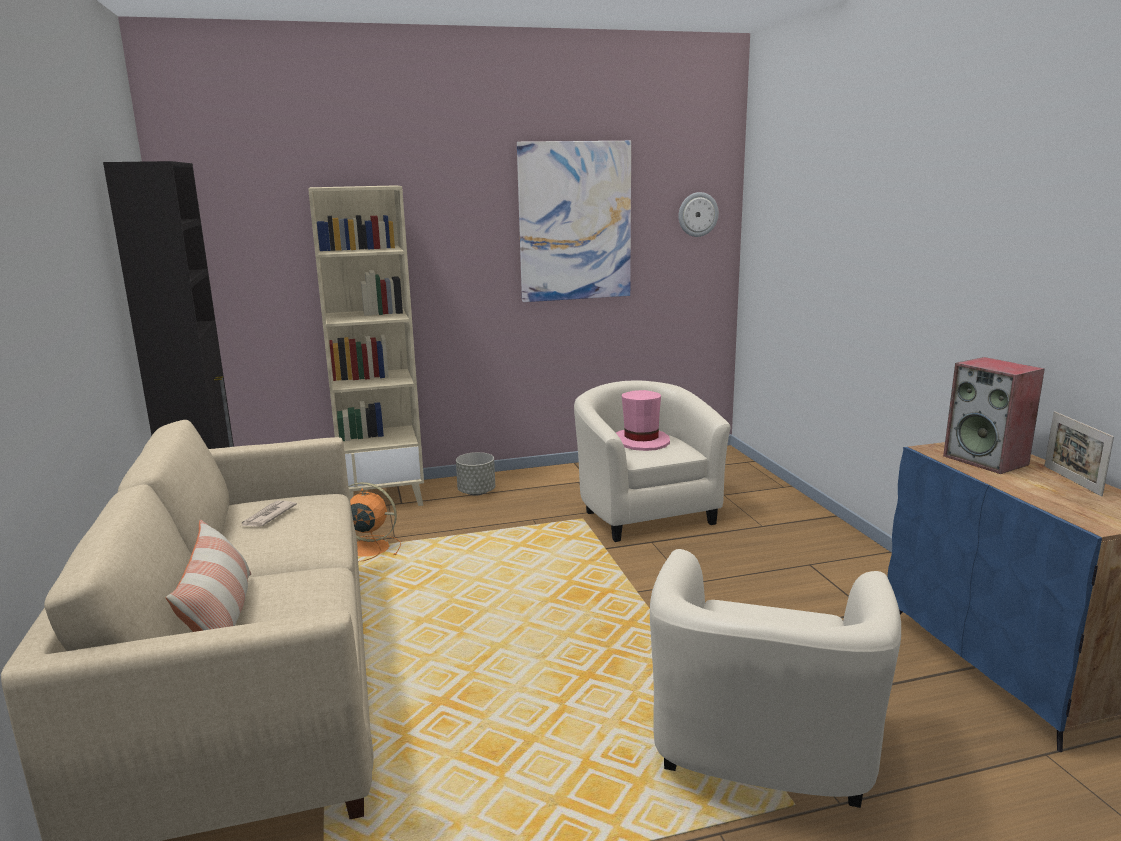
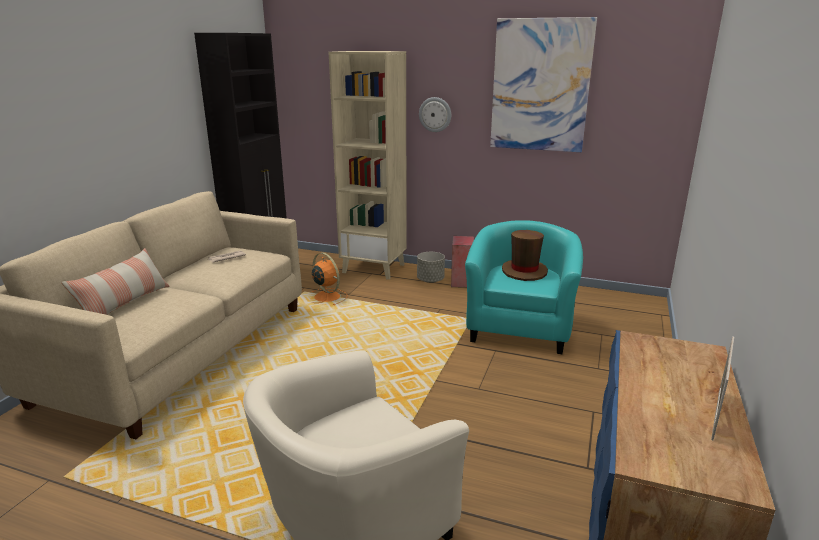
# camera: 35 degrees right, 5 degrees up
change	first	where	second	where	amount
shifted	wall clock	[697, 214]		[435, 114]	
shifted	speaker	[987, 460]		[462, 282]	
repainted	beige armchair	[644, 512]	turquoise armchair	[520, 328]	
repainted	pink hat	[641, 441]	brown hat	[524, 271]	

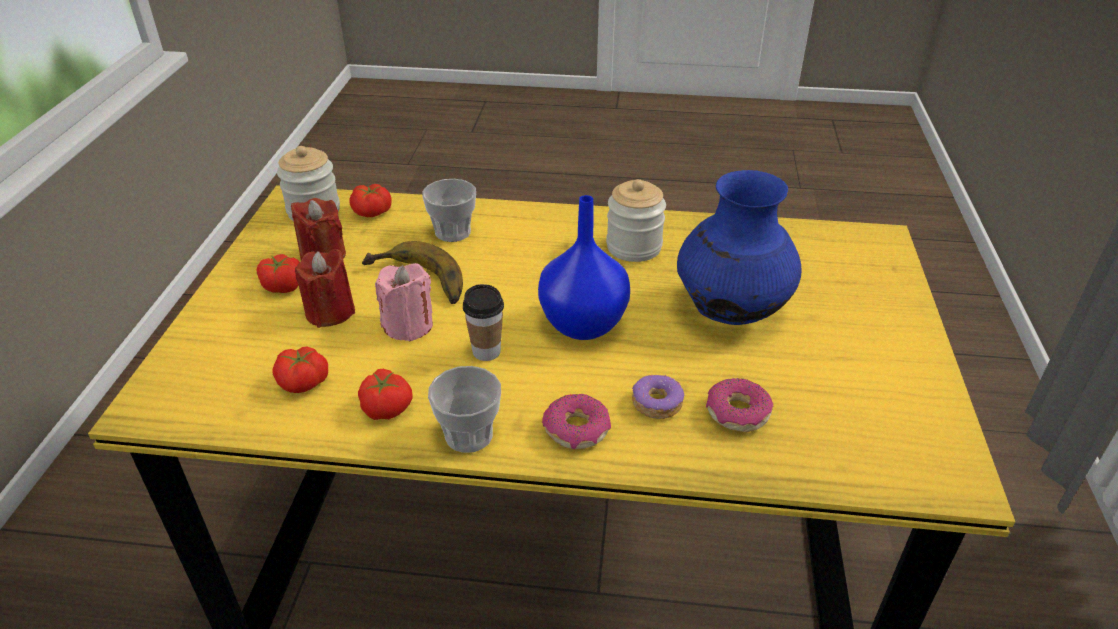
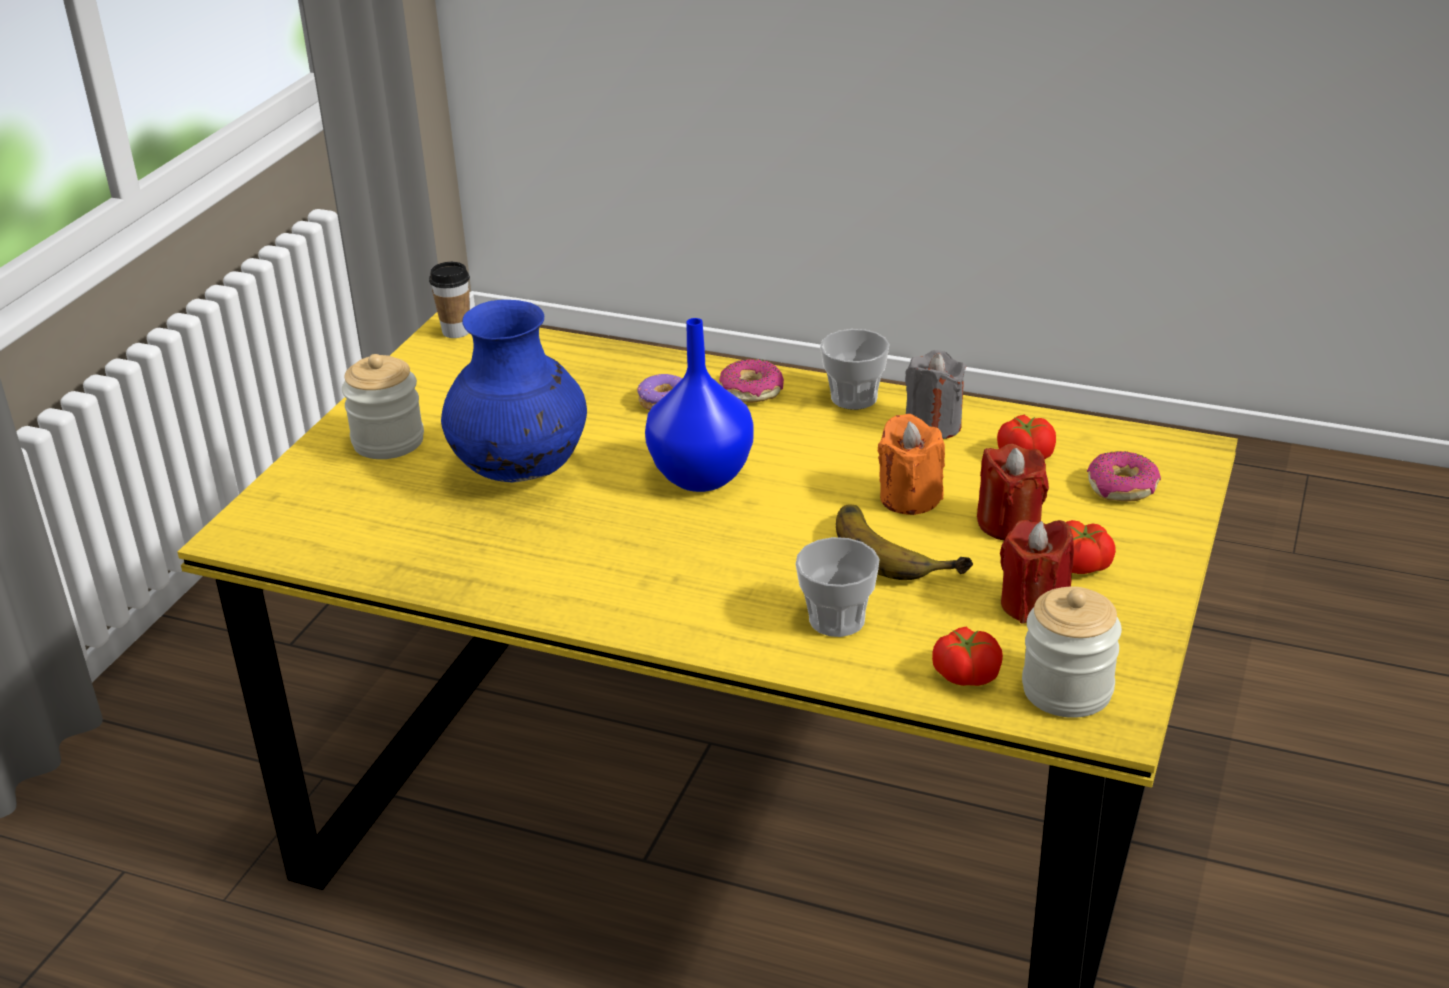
# camera: 165 degrees left, 5 degrees down
change	first	where	second	where	amount
shifted	jar	[634, 247]		[388, 441]	
shifted	cup	[486, 351]		[456, 331]	
repainted	pink candle	[408, 325]	orange candle	[909, 498]	
swapped	tomato	[387, 407]	grey candle	[933, 425]	
shifted	donut	[737, 413]		[1122, 487]	

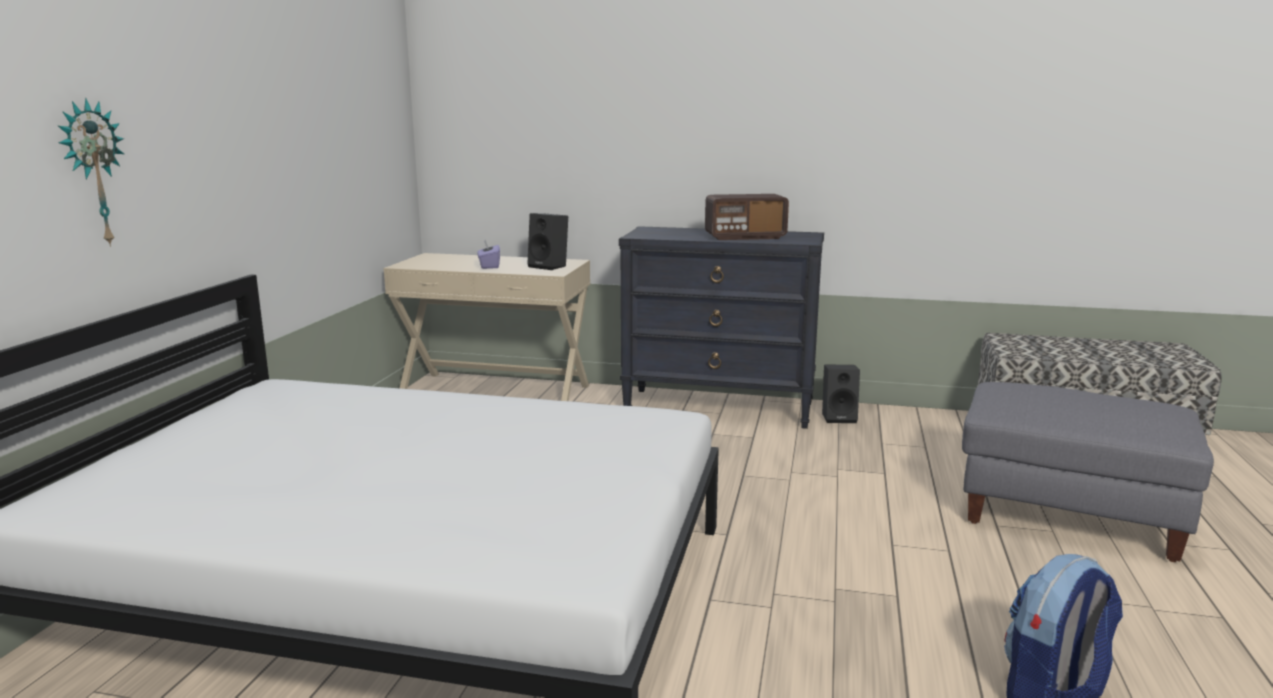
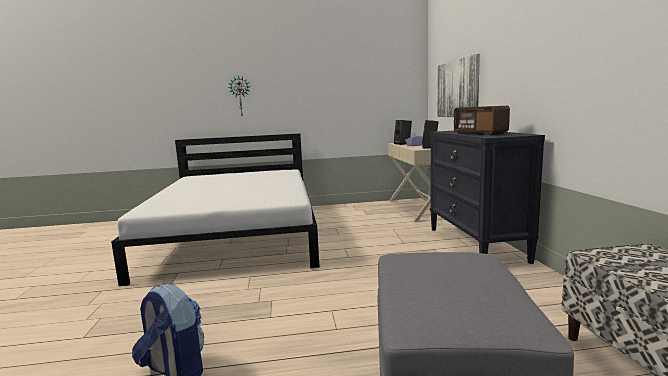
# camera: 70 degrees right, 5 degrees down
change	first	where	second	where	amount
shifted	black speaker	[839, 417]		[403, 144]	
new			picture	[457, 89]	

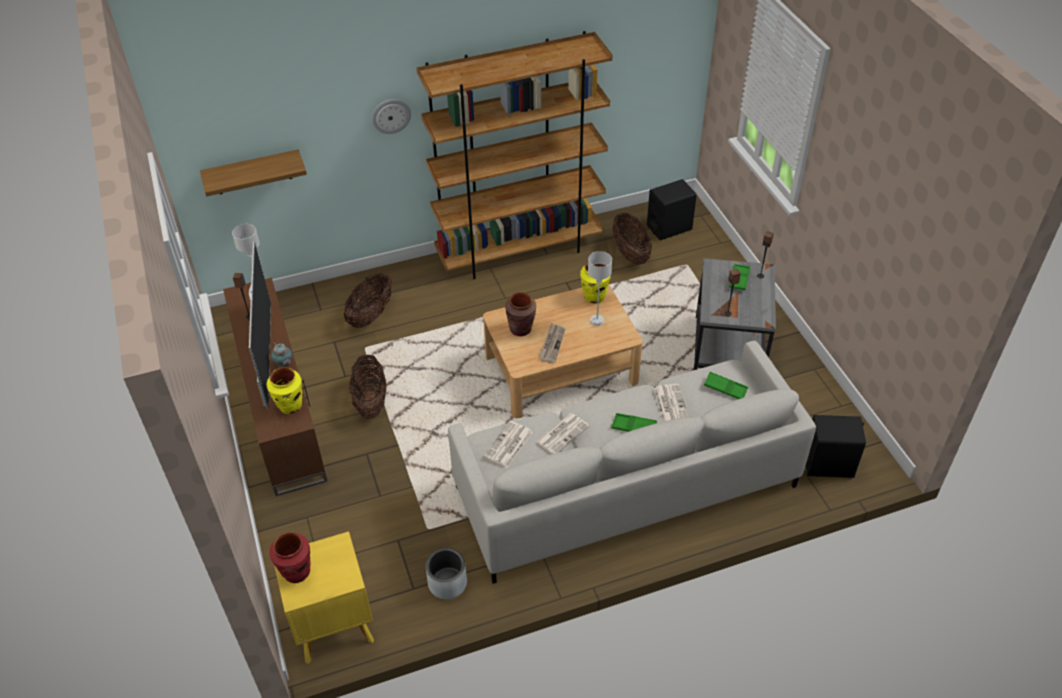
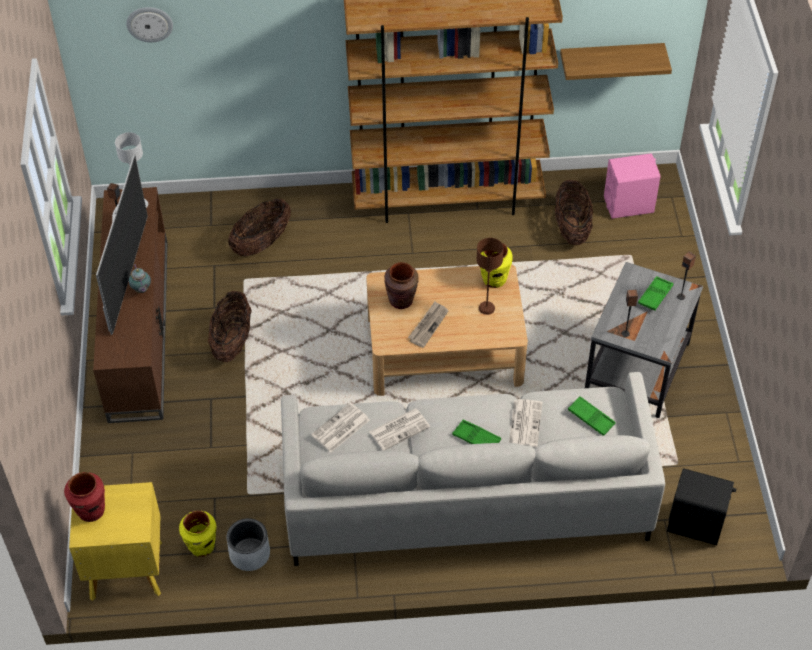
# camera: 15 degrees right, 5 degrees up
change	first	where	second	where	amount
shifted	wall clock	[391, 115]		[149, 23]	
shifted	yellow vase	[290, 406]		[201, 546]	
repainted	grey table lamp	[596, 320]	brown table lamp	[486, 308]	
shifted	shelf	[253, 172]		[610, 59]	
repainted	black speaker	[669, 227]	pink speaker	[629, 205]	

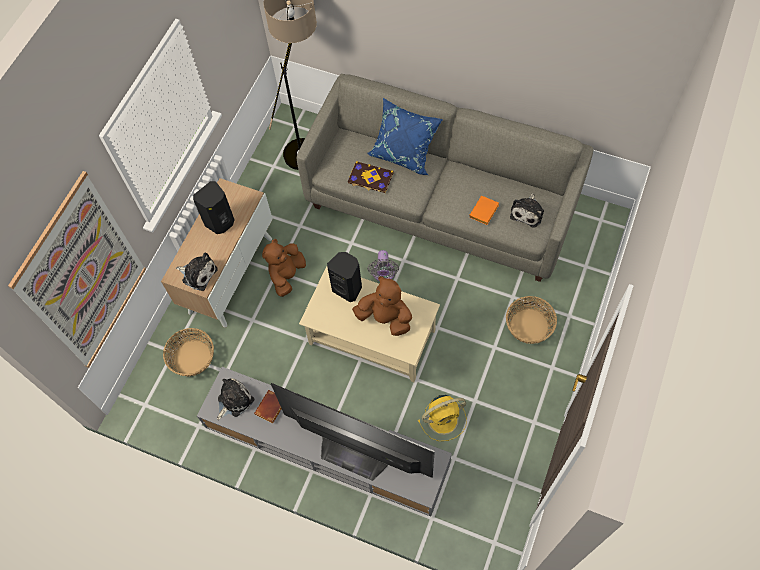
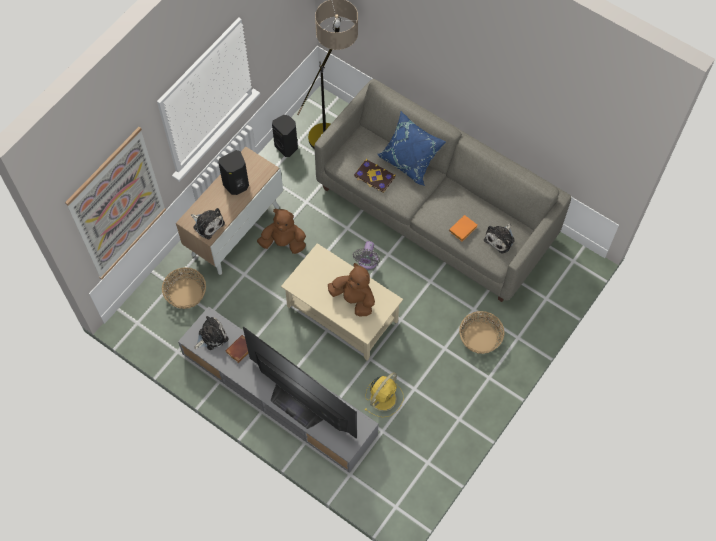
# camera: 10 degrees right, 0 degrees up
change	first	where	second	where	amount
rotated	brown plush toy	[287, 275]		[283, 243]	60 degrees clockwise
shifted	black speaker	[348, 288]		[287, 147]	
rotated	yellow fan	[444, 419]		[384, 397]	45 degrees counterclockwise

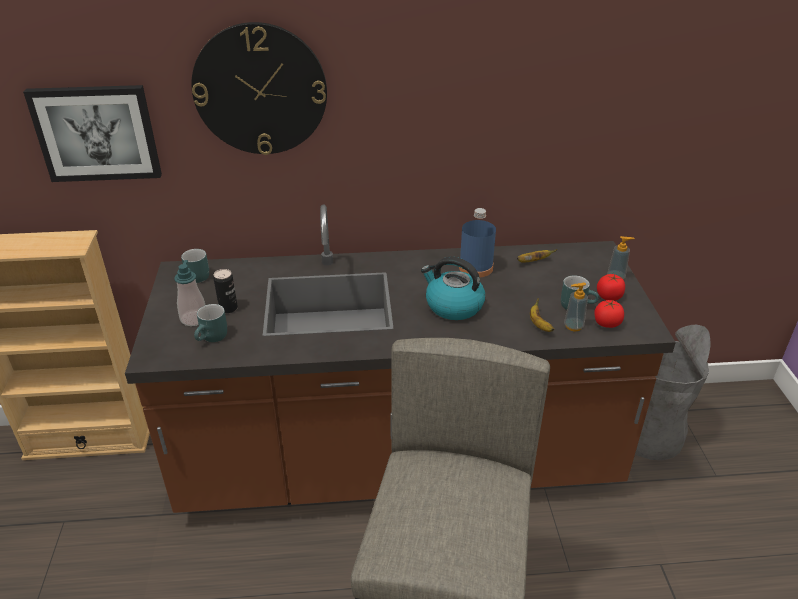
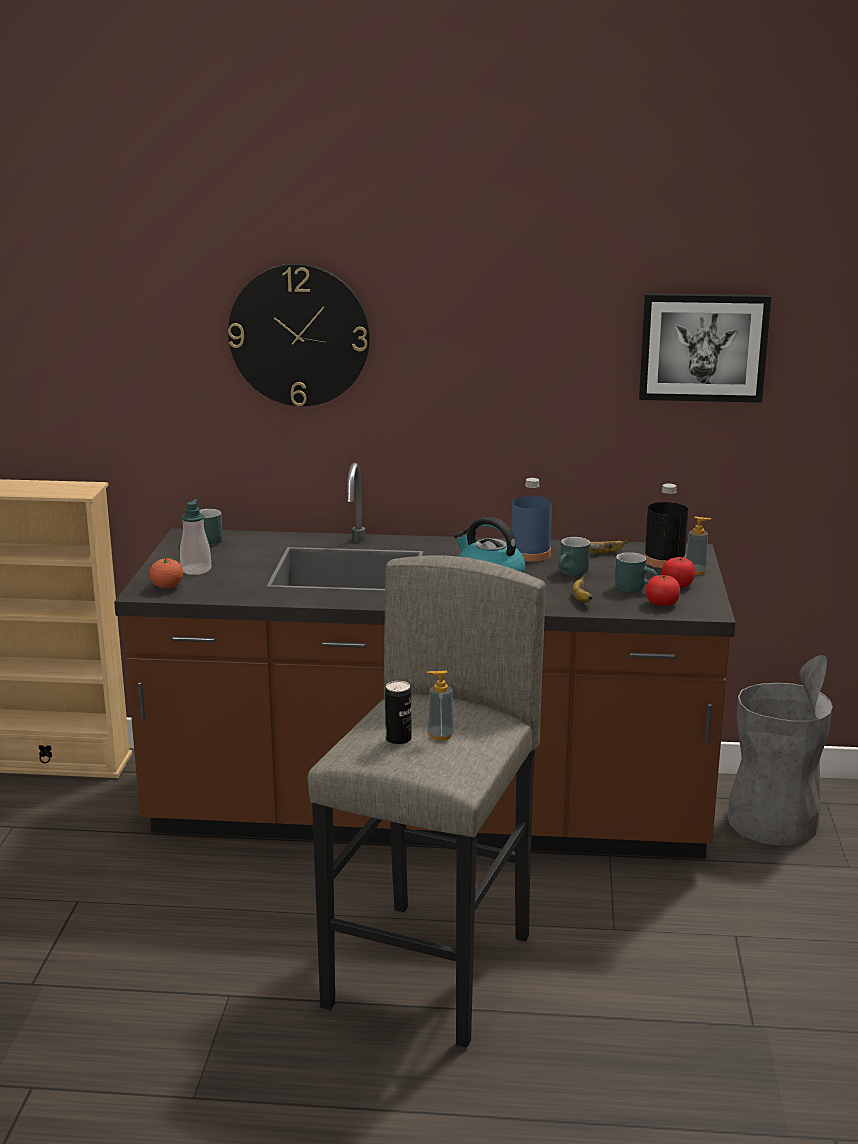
# camera: 10 degrees right, 15 degrees down
change	first	where	second	where	amount
new			tomato	[167, 587]	
shifted	can	[228, 308]		[398, 739]	
shifted	soap dispenser	[573, 326]		[440, 735]	
shifted	turquoise mug	[213, 338]		[573, 573]	
shifted	picture	[97, 133]		[703, 347]	
new			black bottle	[664, 560]	

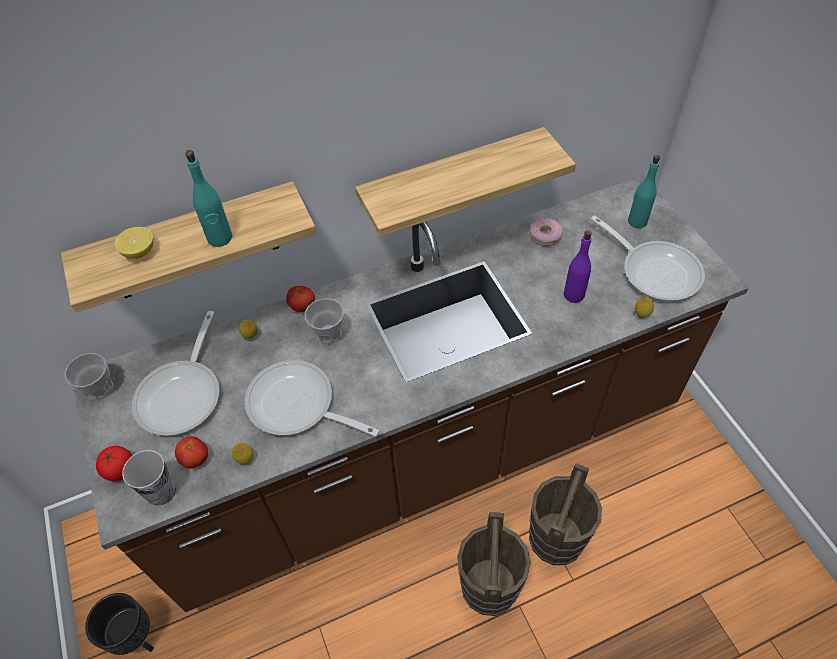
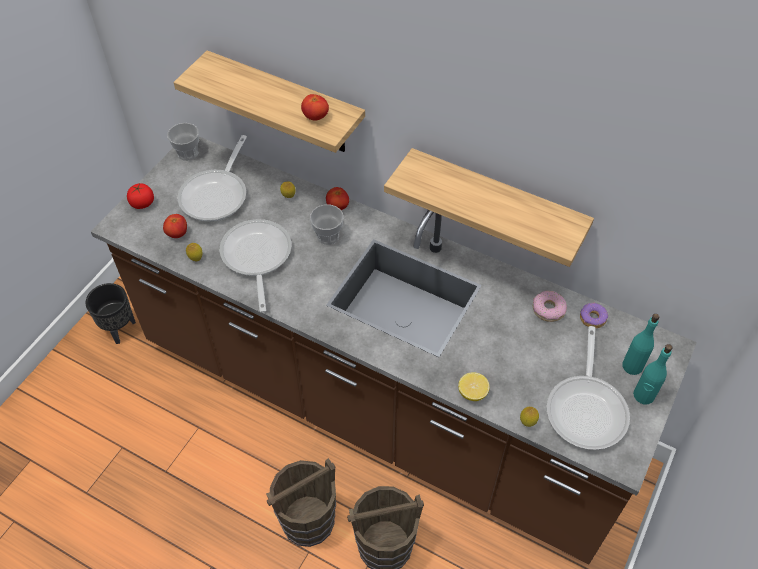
# camera: 50 degrees right, 0 degrees up
change	first	where	second	where	amount
rotated	frying pan	[183, 394]		[217, 195]	45 degrees counterclockwise
new			tomato	[315, 117]	
shifted	lemon	[139, 252]		[472, 393]	
new			donut	[592, 318]	
shifted	turquoise bottle	[220, 238]		[643, 395]	
gone	cup	[161, 492]			
gone	purple bottle	[574, 294]			

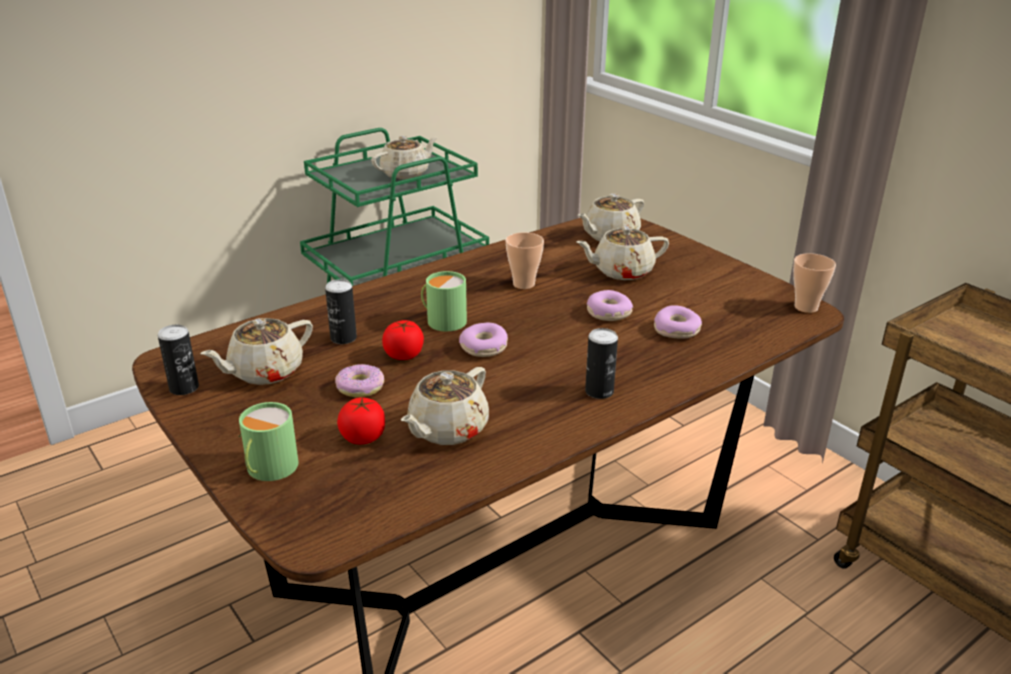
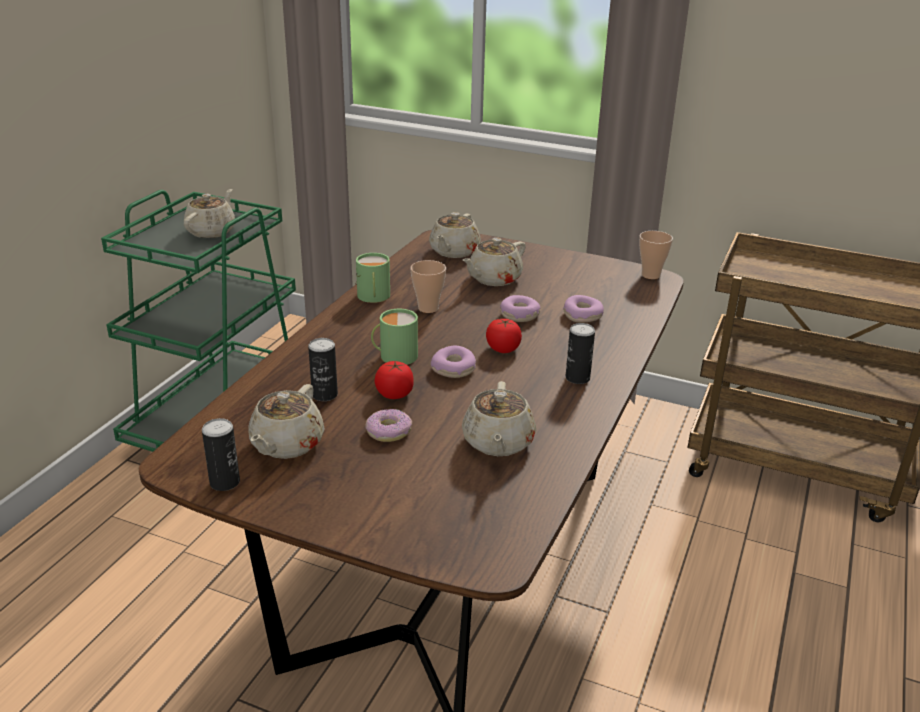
# camera: 30 degrees left, 0 degrees up
change	first	where	second	where	amount
shifted	green mug	[268, 468]		[373, 297]	
shifted	tomato	[363, 437]		[503, 349]	

